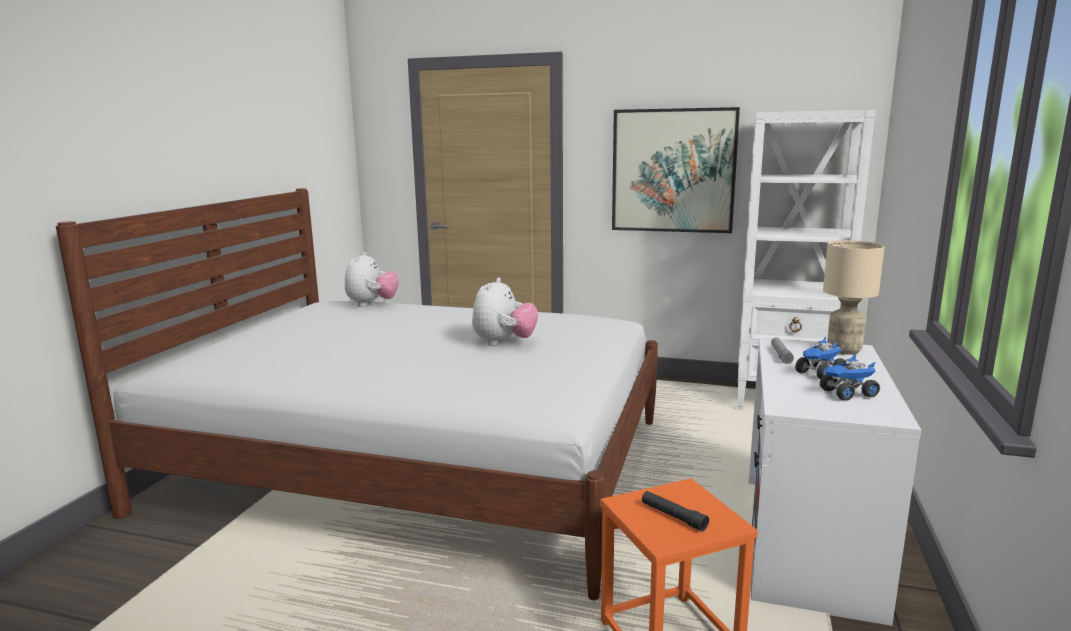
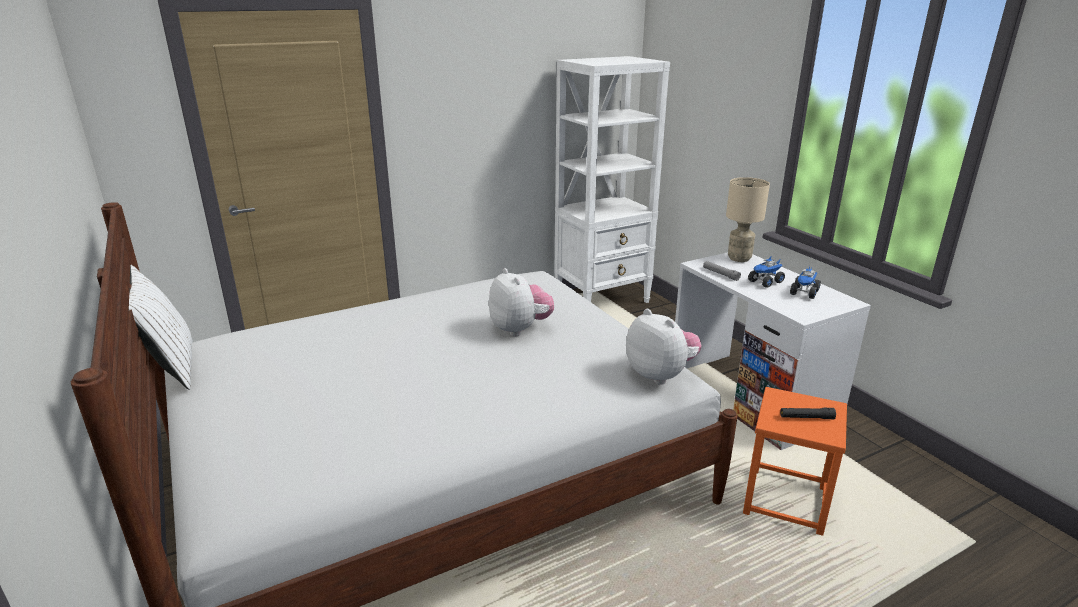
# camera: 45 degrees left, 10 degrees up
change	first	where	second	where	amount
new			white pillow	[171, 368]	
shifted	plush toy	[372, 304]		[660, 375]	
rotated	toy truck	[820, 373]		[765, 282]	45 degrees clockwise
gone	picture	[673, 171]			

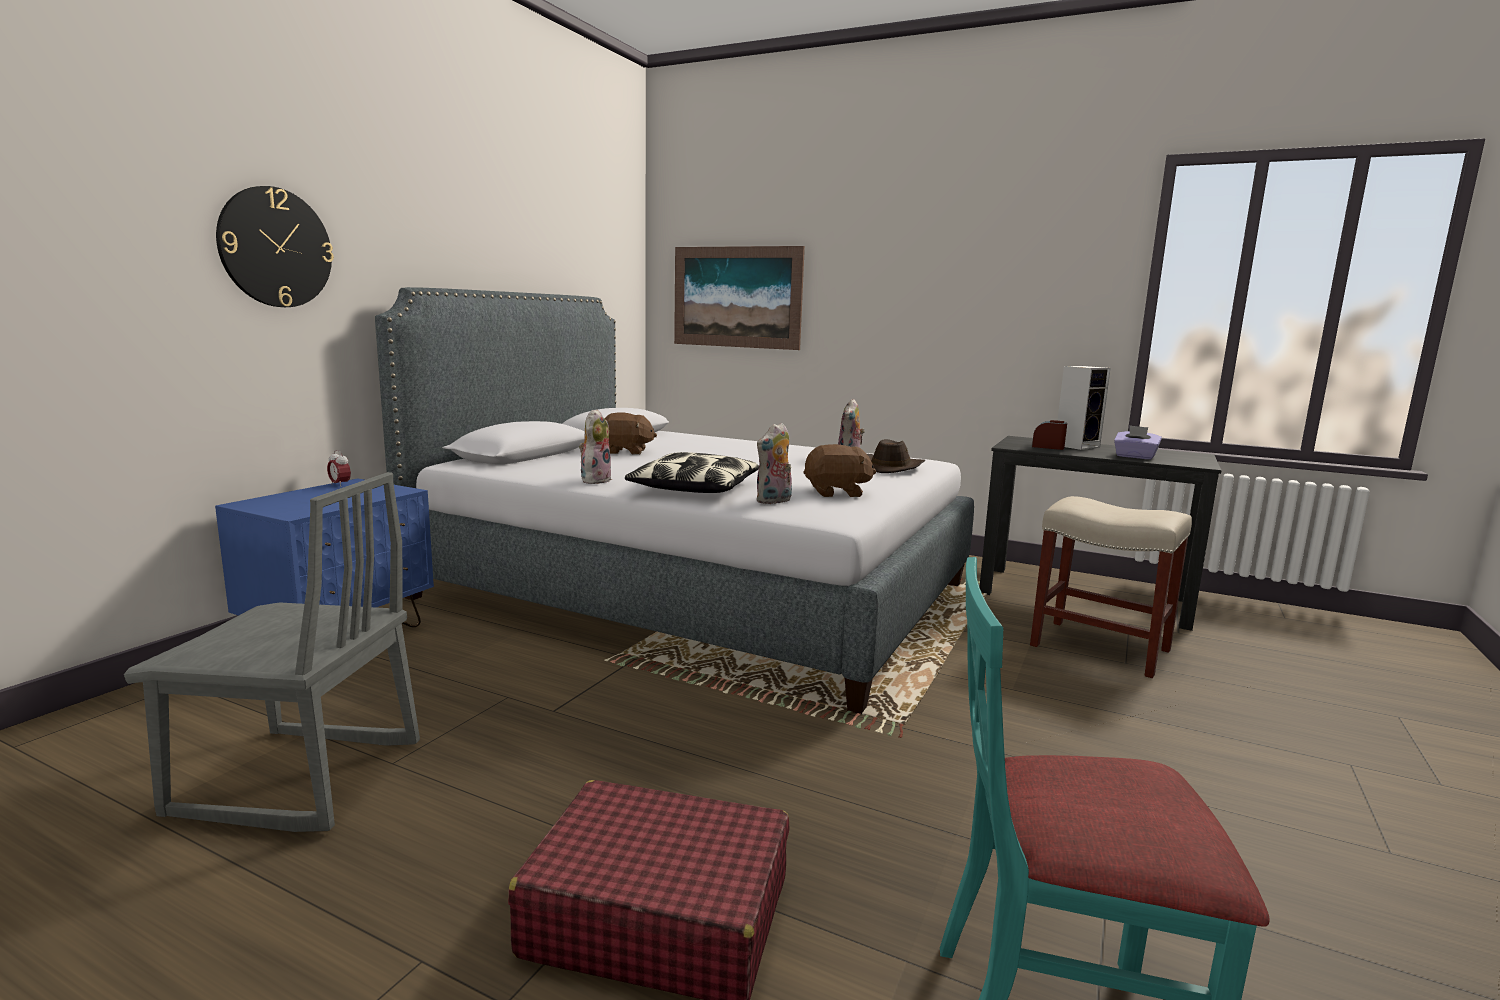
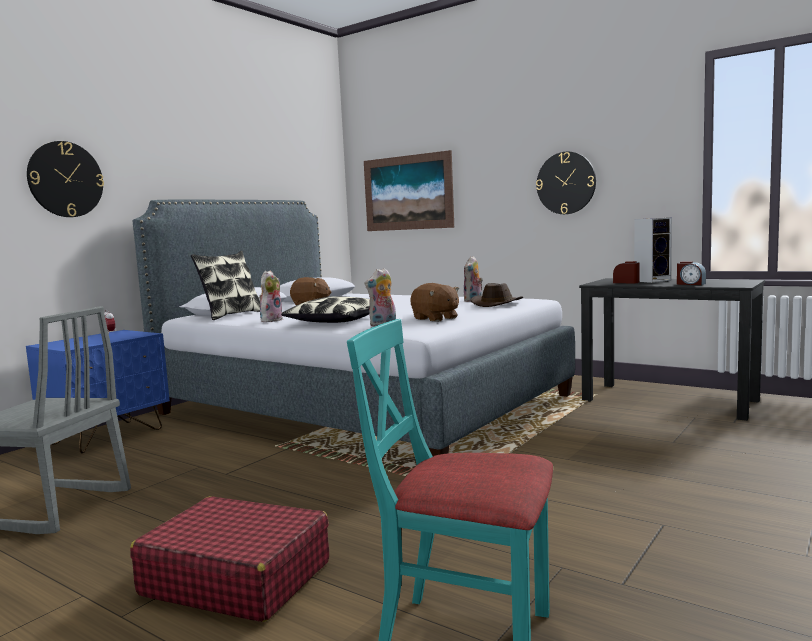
# camera: 10 degrees right, 5 degrees down
change	first	where	second	where	amount
new			pillow	[230, 315]	
rotated	brown plush toy	[837, 493]		[435, 319]	45 degrees clockwise
new			wall clock	[566, 183]	
swapped	purple tissue box	[1135, 457]	alarm clock	[690, 284]	
gone	beige stool	[1097, 647]			

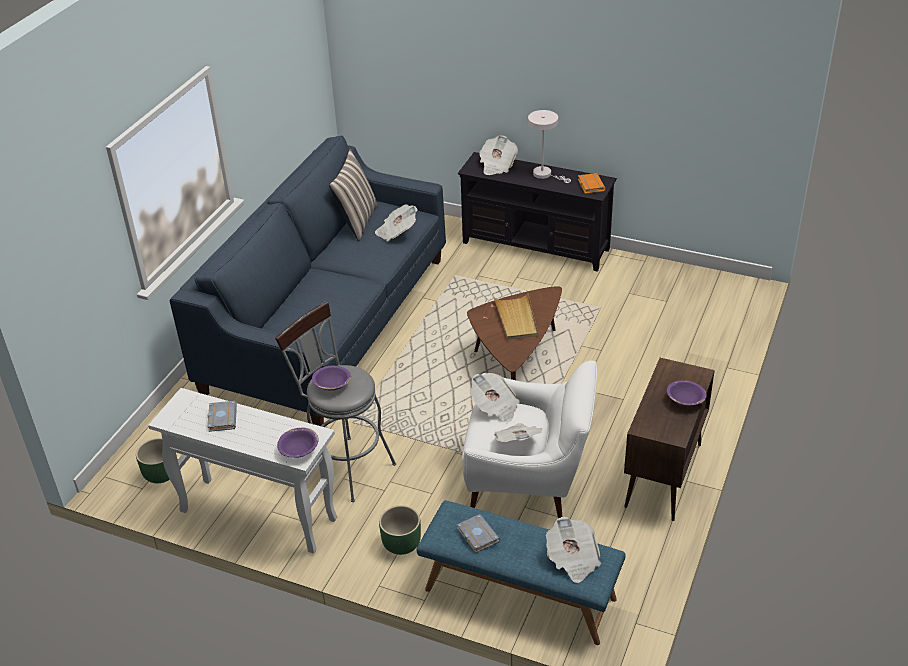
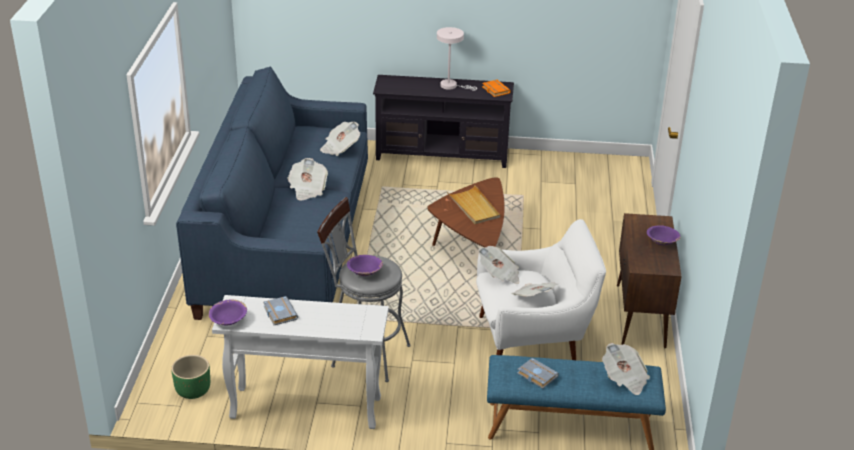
# camera: 20 degrees left, 5 degrees down
change	first	where	second	where	amount
shifted	purple bowl	[299, 451]		[228, 320]	
shifted	newspaper	[497, 165]		[307, 189]	
gone	pillow	[357, 221]			
gone	green planter	[402, 544]			

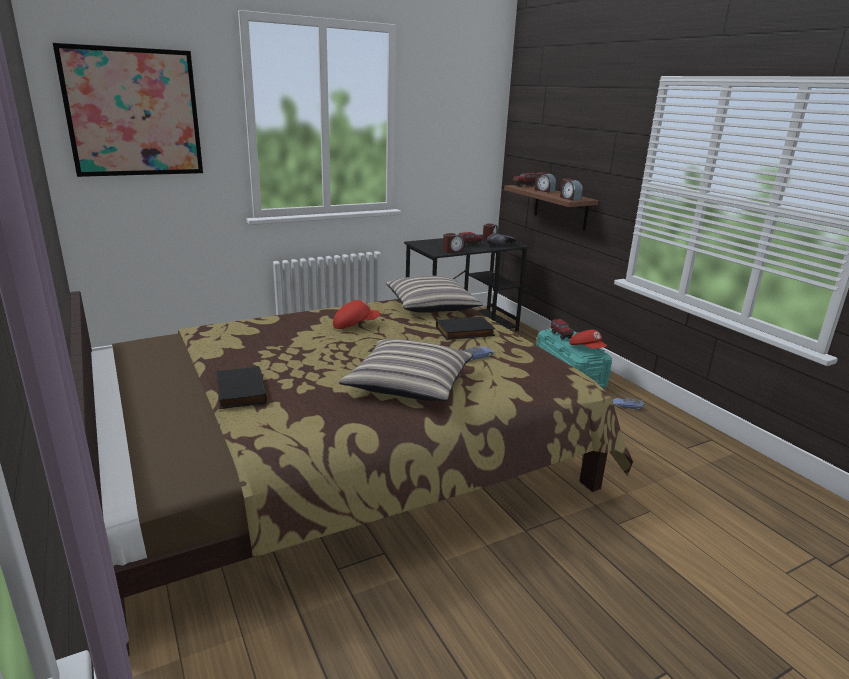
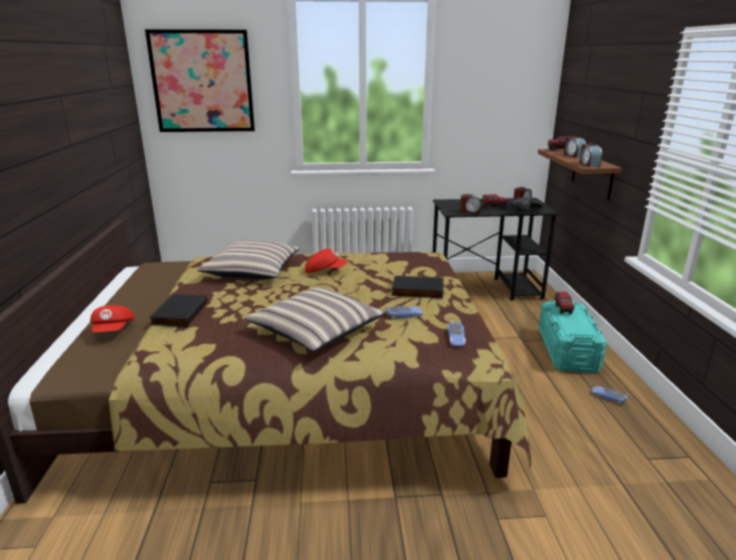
# camera: 25 degrees right, 0 degrees up
change	first	where	second	where	amount
shifted	red cap	[587, 349]		[114, 331]	
shifted	pillow	[431, 305]		[252, 270]	
new			toy car	[456, 338]	

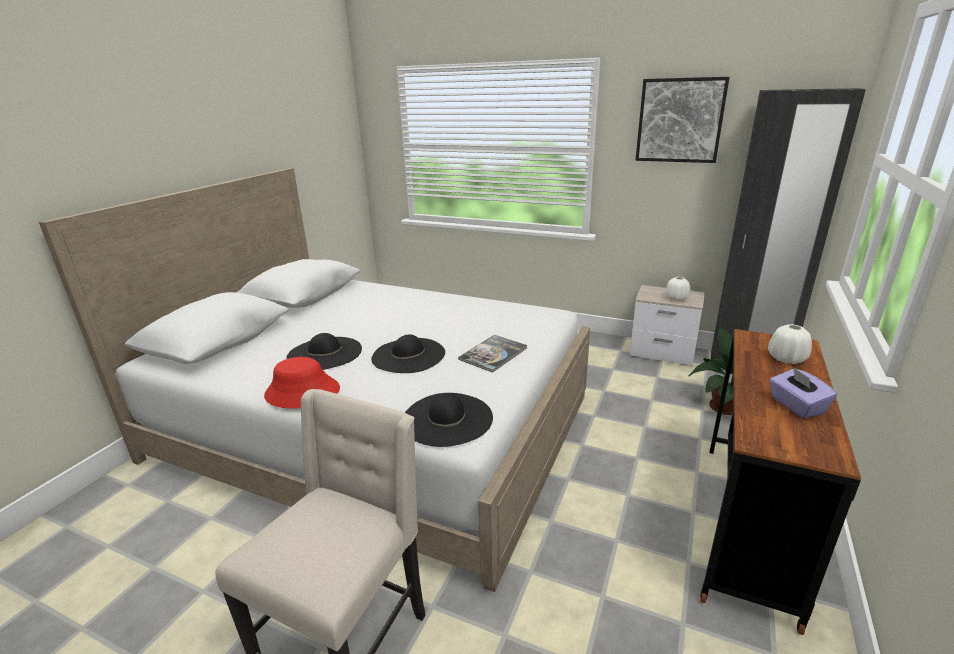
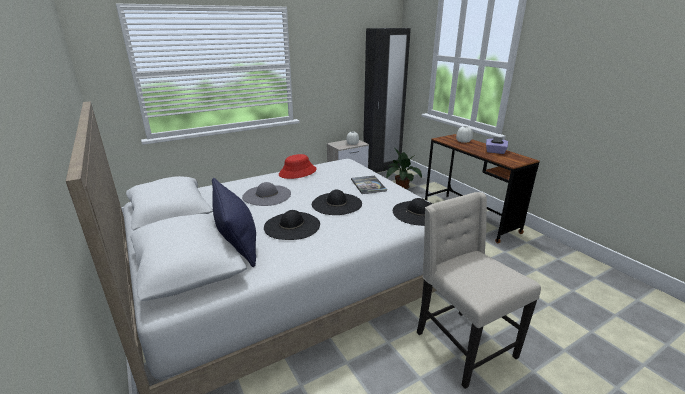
# camera: 55 degrees left, 0 degrees up
change	first	where	second	where	amount
new			blue pillow	[237, 241]	
new			grey hat	[267, 195]	
shifted	red hat	[302, 392]		[297, 172]	
gone	picture	[680, 120]			

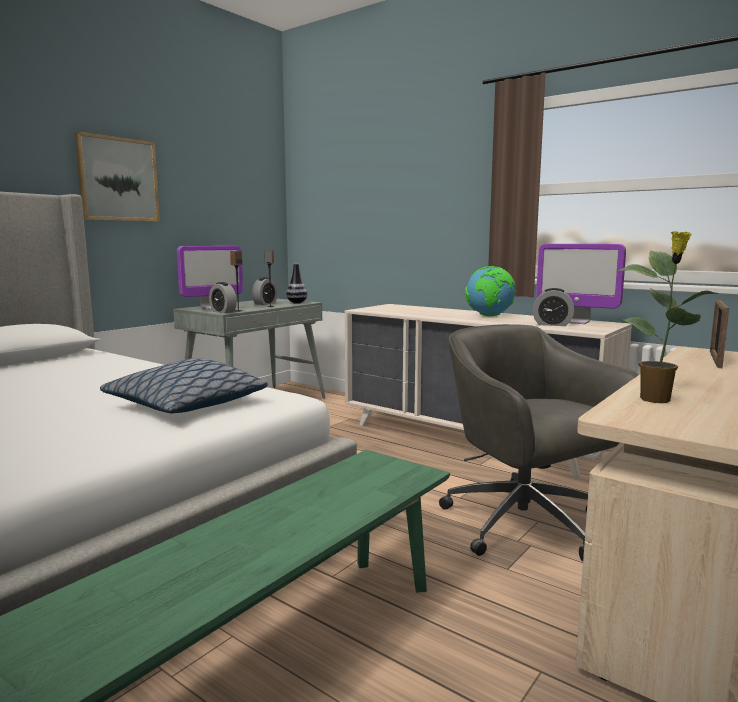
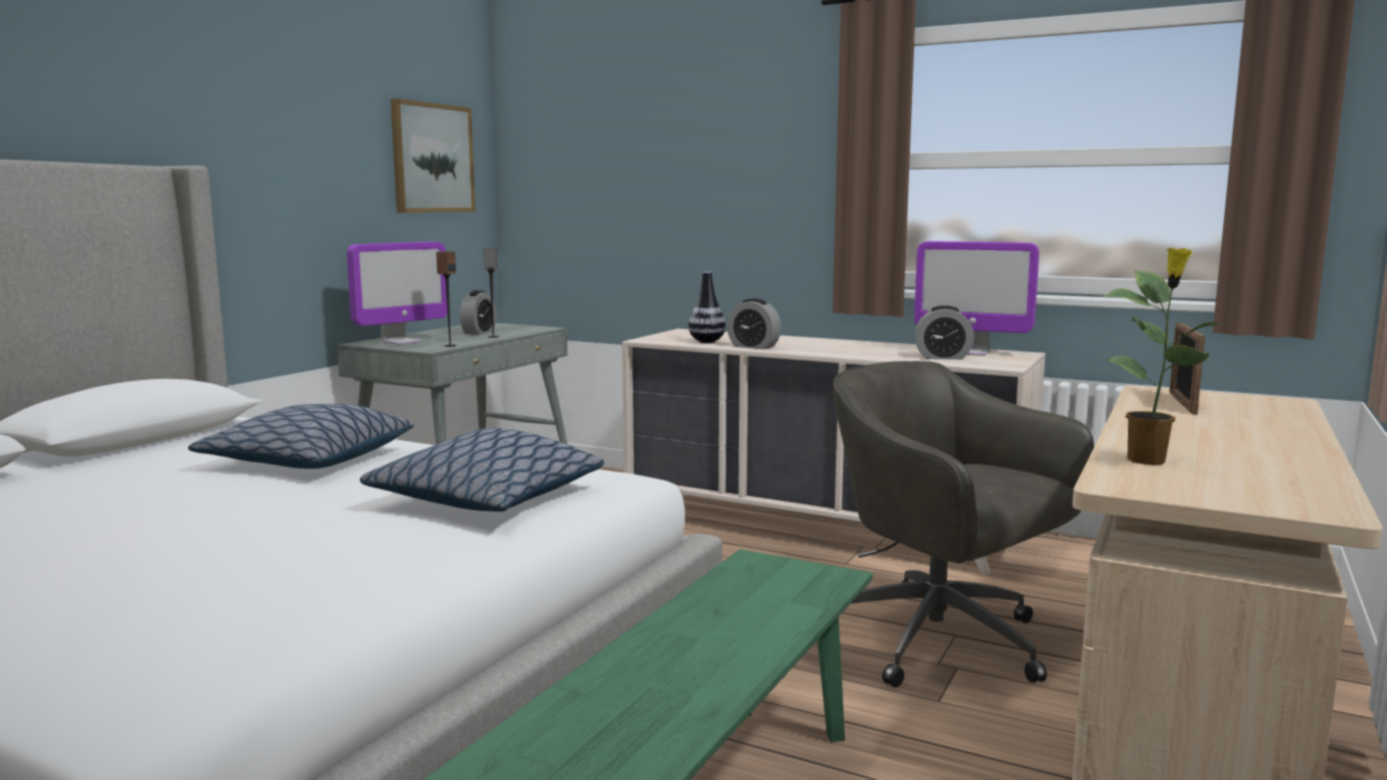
# camera: 10 degrees left, 0 degrees up
change	first	where	second	where	amount
new			pillow	[307, 460]	
shifted	picture	[118, 179]		[432, 158]	
shifted	vase	[297, 303]		[707, 341]	
shifted	alarm clock	[223, 311]		[753, 347]	
gone	globe	[489, 316]			

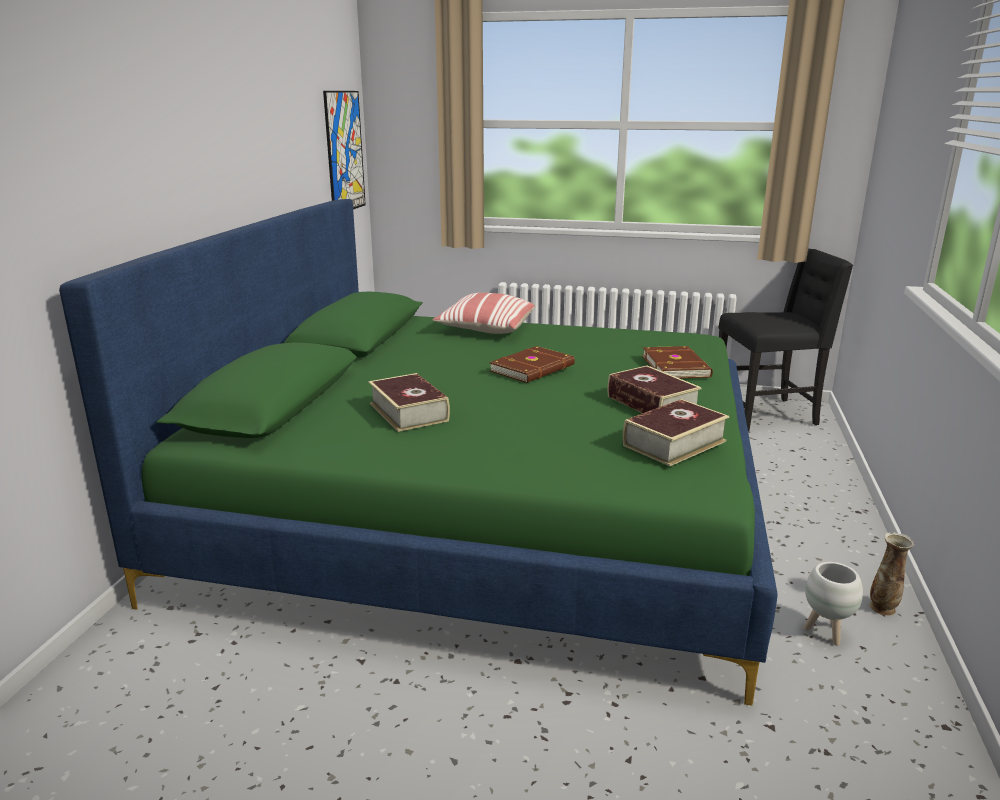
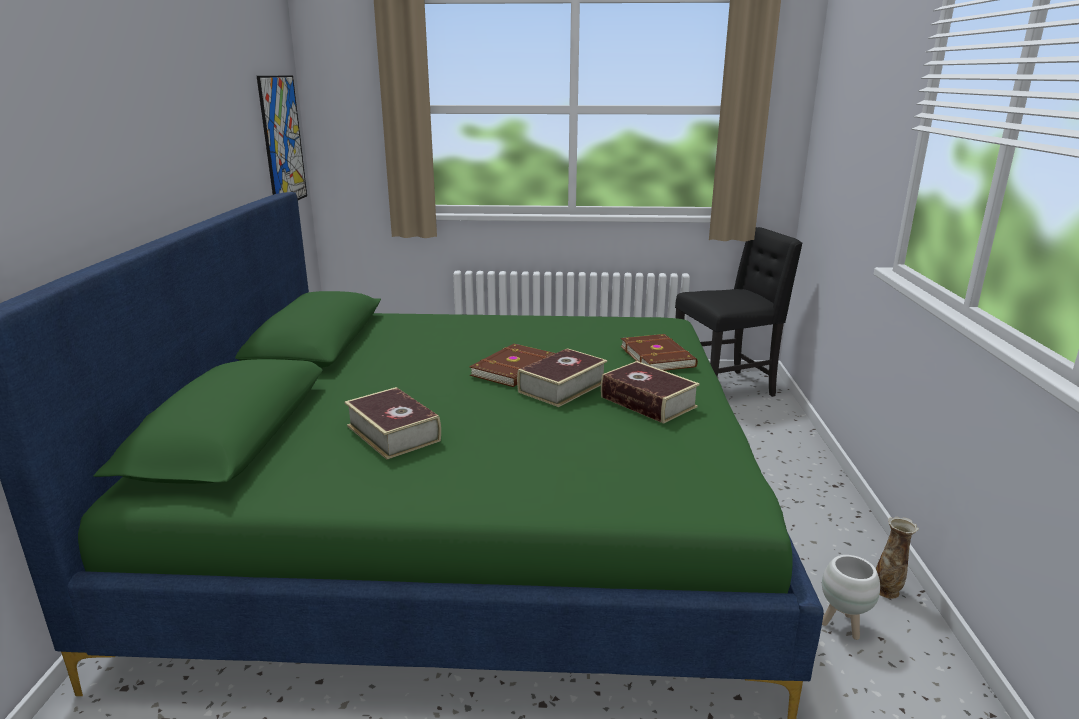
# camera: 10 degrees left, 0 degrees up
change	first	where	second	where	amount
shifted	book	[674, 443]		[562, 387]	
gone	pillow	[485, 329]			

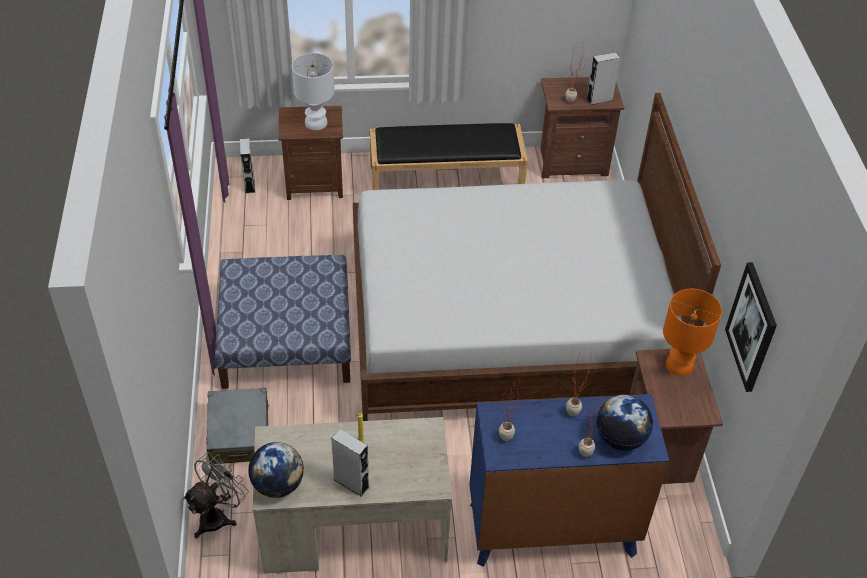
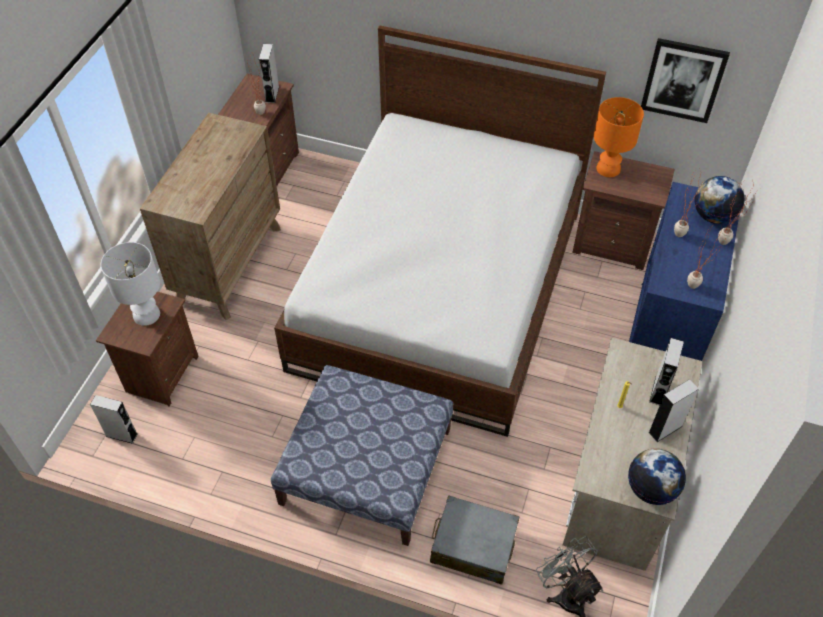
# camera: 65 degrees left, 5 degrees up
change	first	where	second	where	amount
swapped	black bench	[447, 180]	brown dresser	[229, 264]	
new			grey speaker	[658, 391]	

